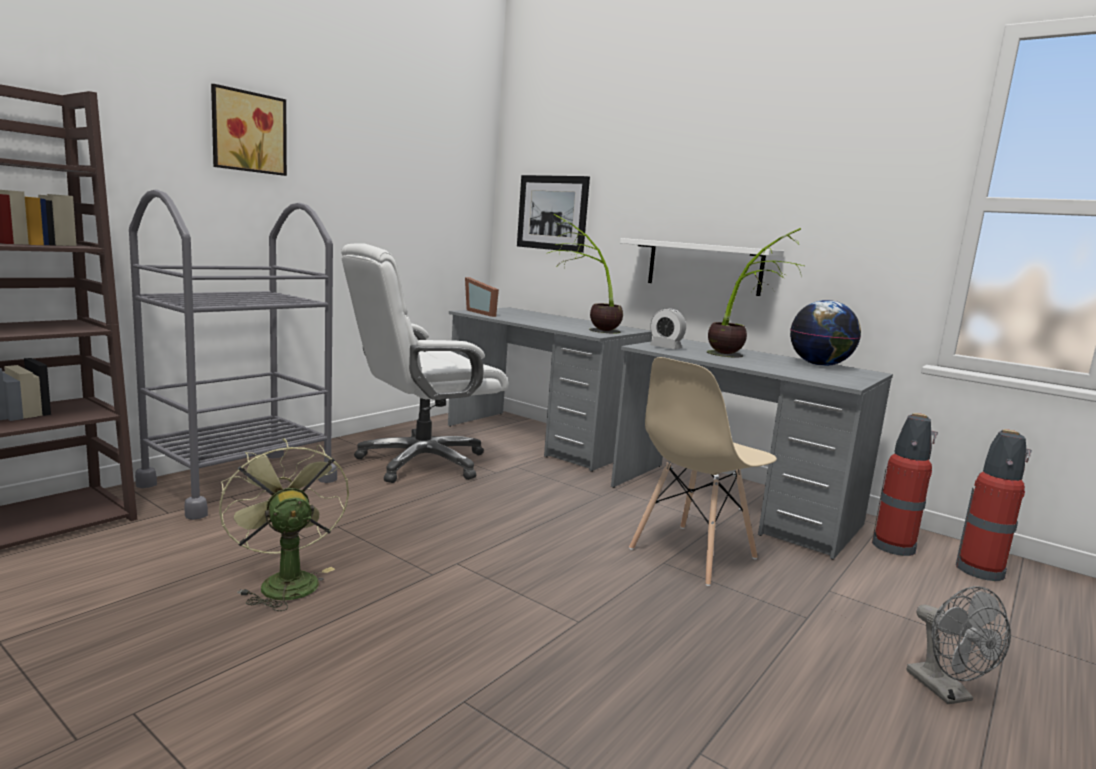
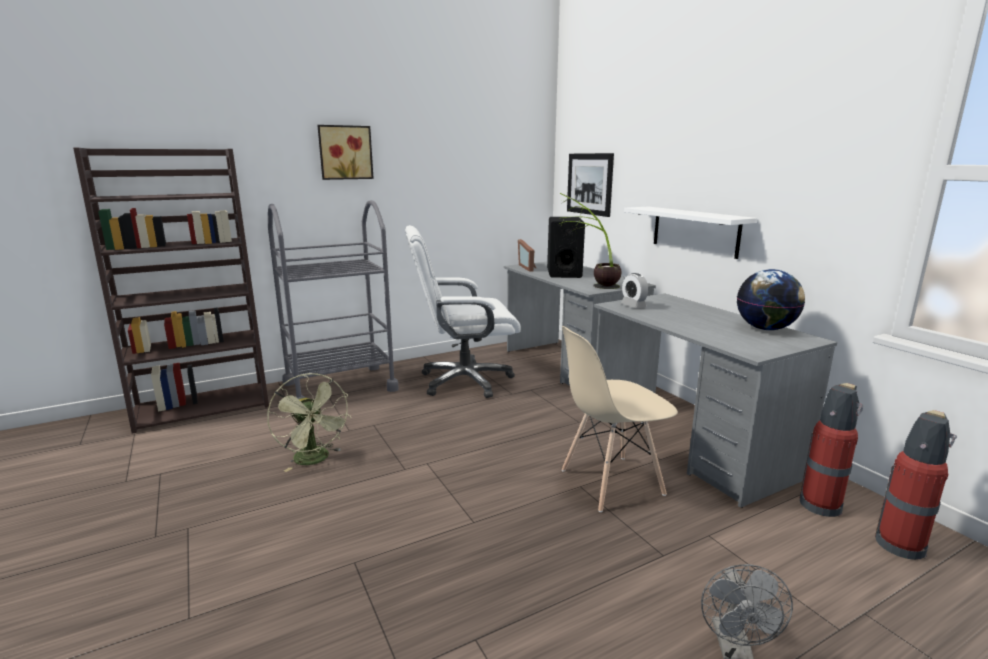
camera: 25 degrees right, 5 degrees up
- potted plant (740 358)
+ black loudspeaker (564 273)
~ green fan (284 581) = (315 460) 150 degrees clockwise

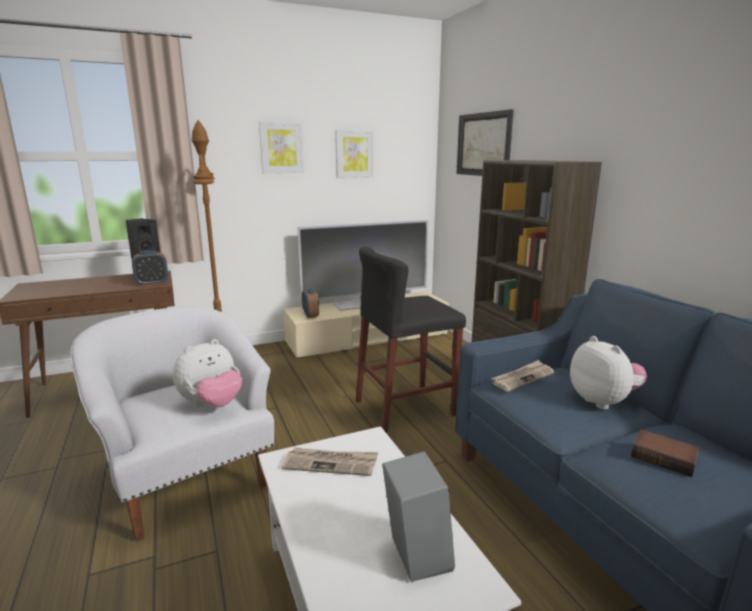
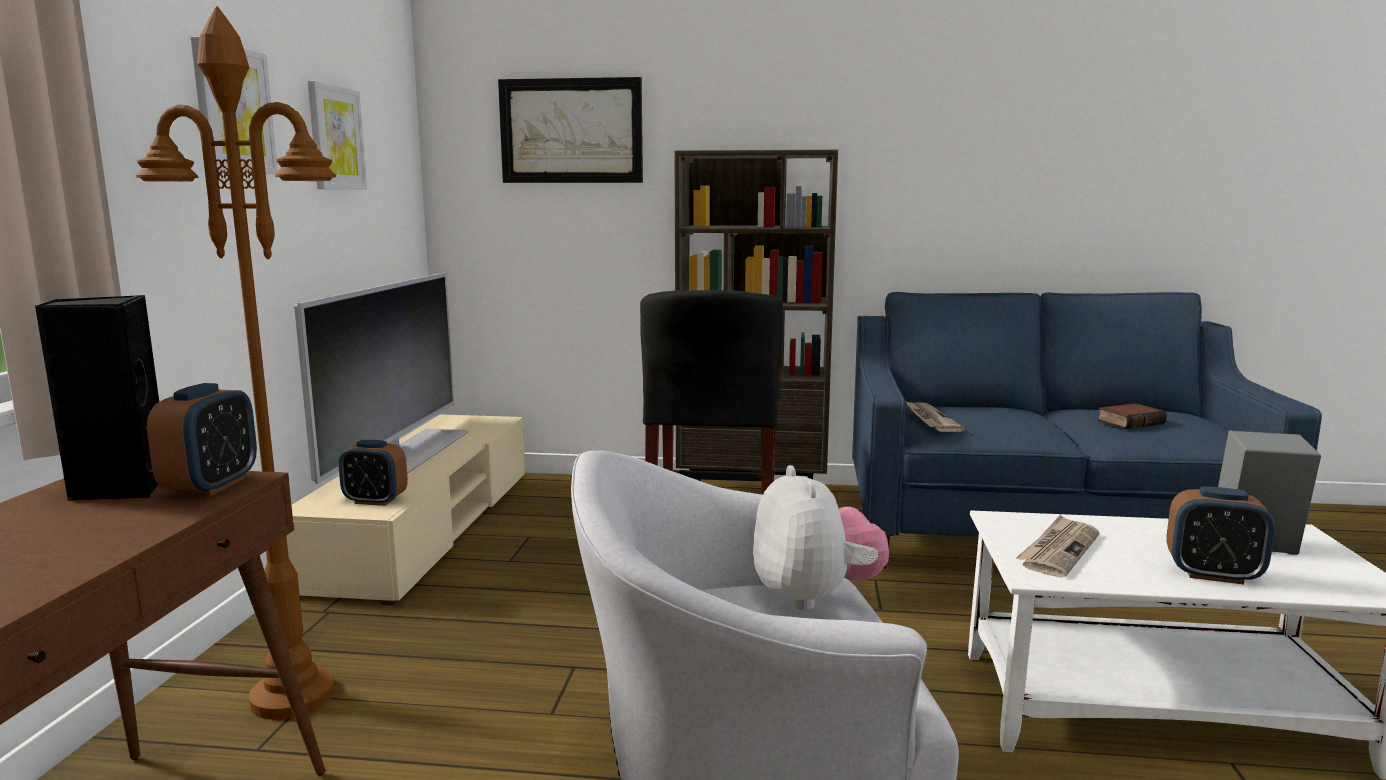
camera: 60 degrees left, 5 degrees down
- plush toy (603 401)
+ alarm clock (1213 574)

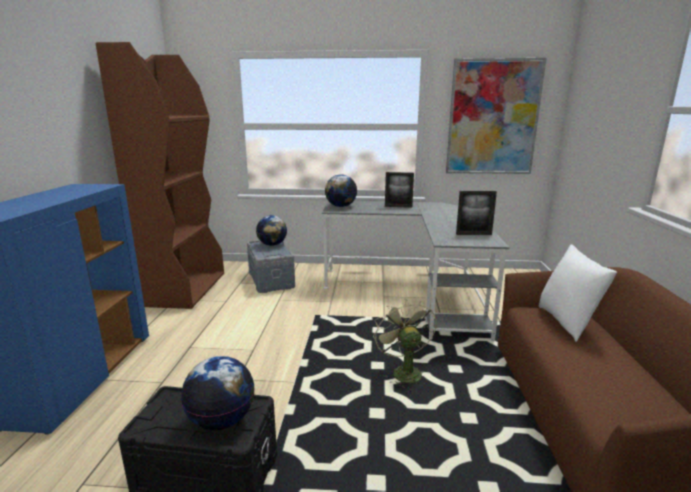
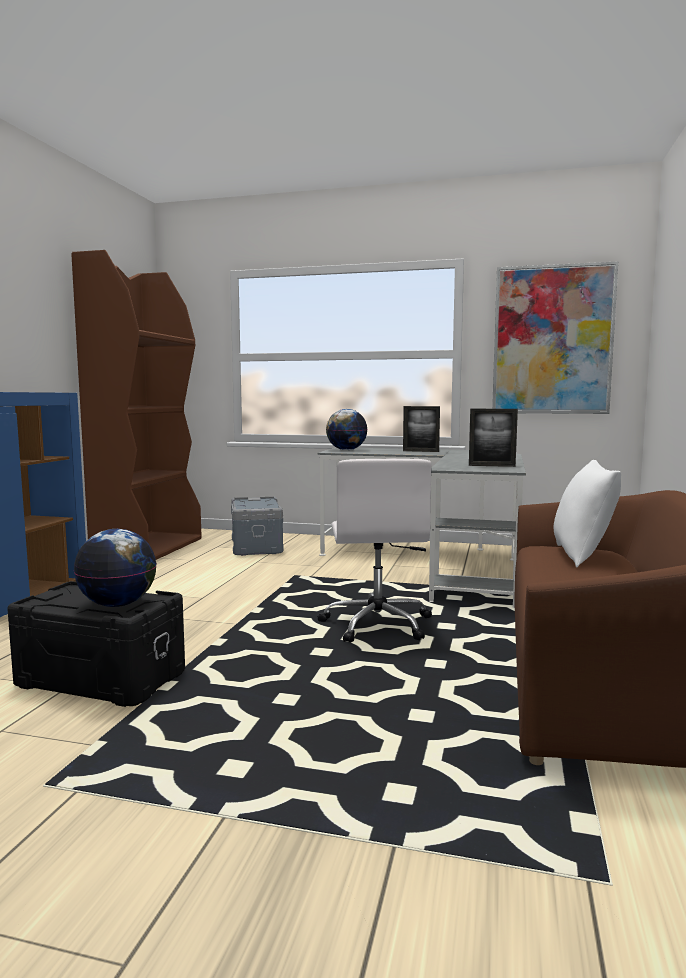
camera: 10 degrees right, 10 degrees down
- desk globe (272 245)
~ green fan (403 371) to white desk chair (377 624)

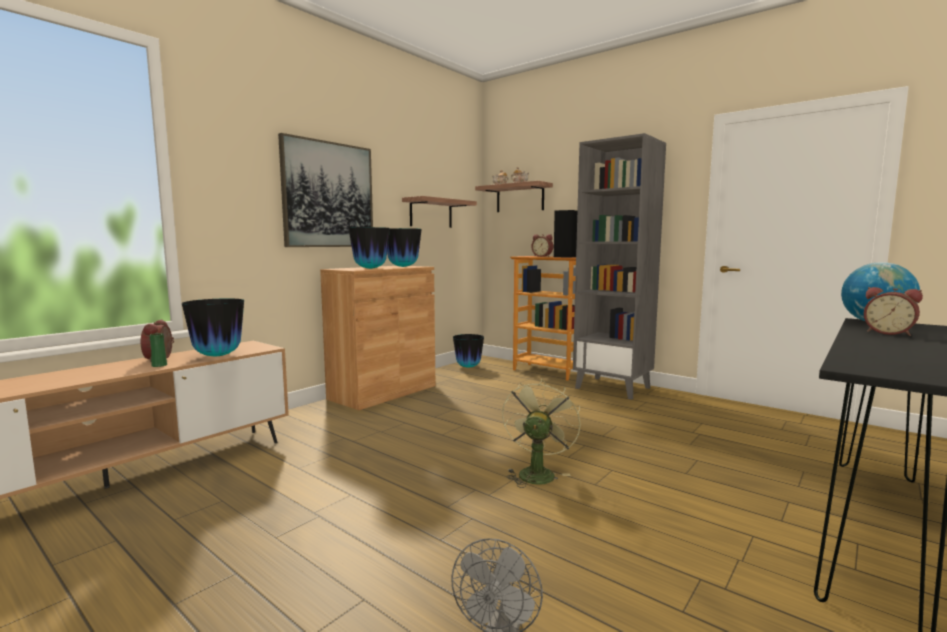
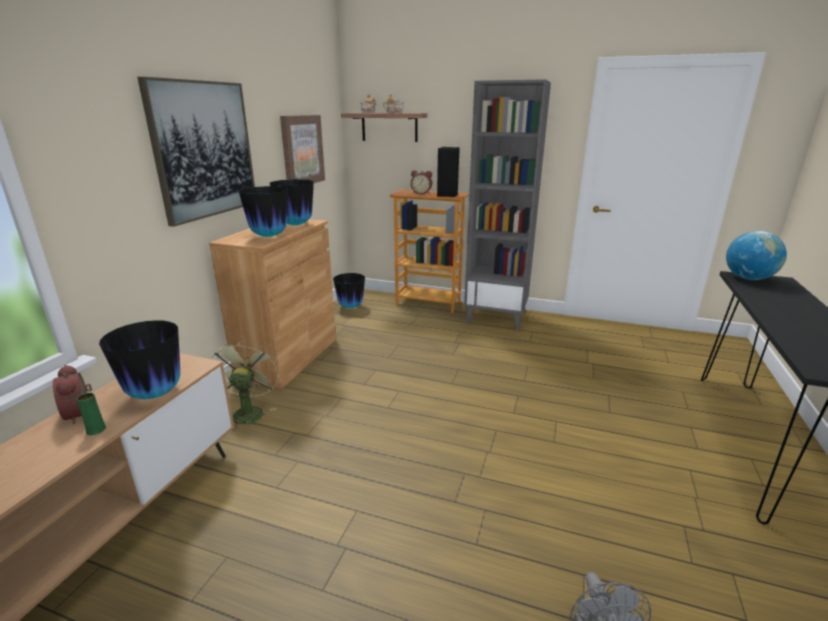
camera: 20 degrees left, 15 degrees up
- alarm clock (889 333)
~ green fan (537 472) to (248 411)
~ bracket shelf (431 213) to picture (302 150)

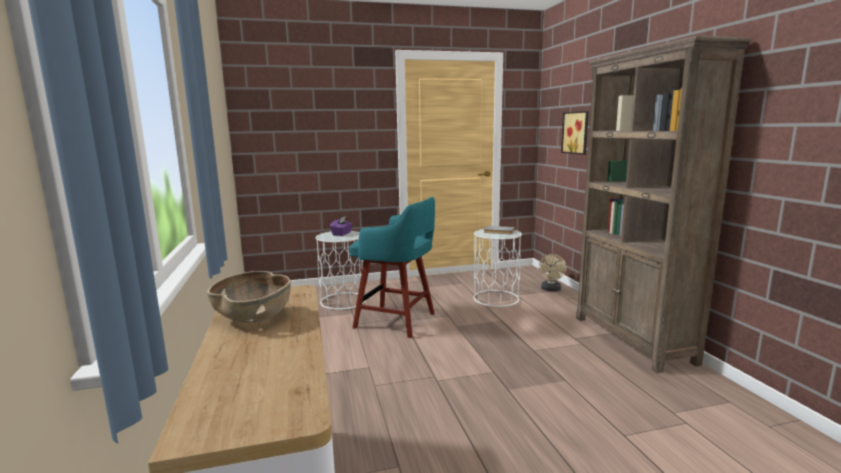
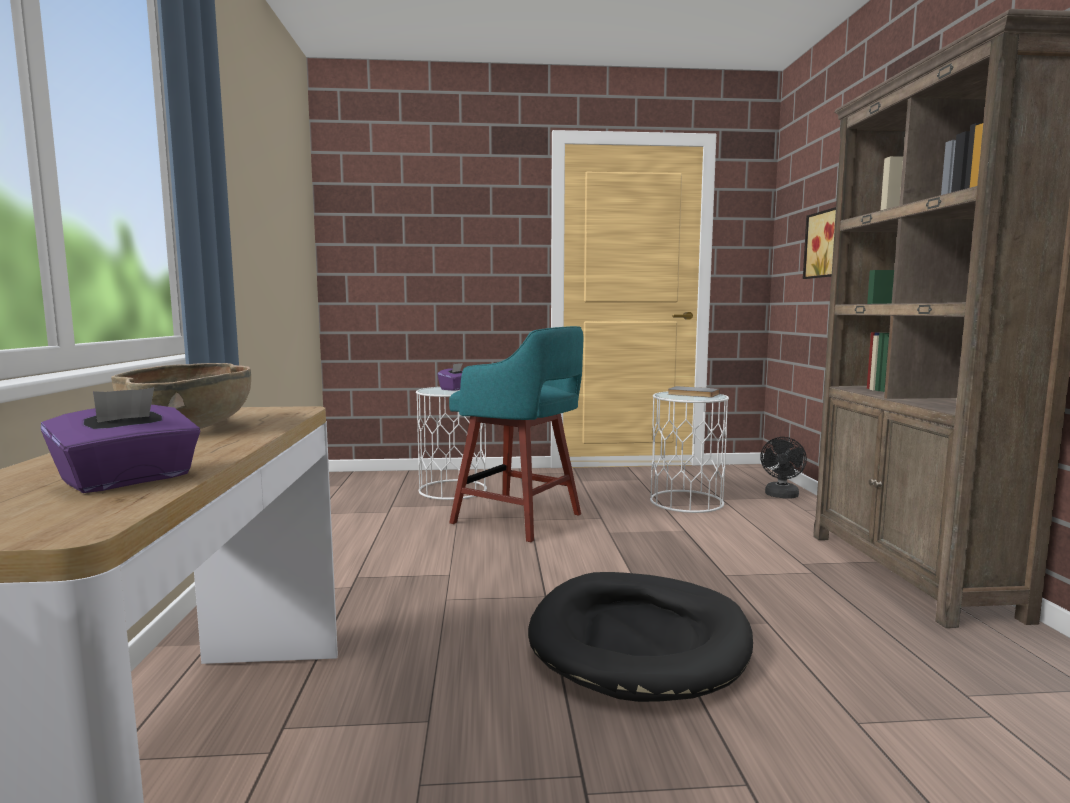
camera: 10 degrees right, 5 degrees down
+ purple tissue box (129 480)
+ black dog bed (640 640)
~ beige fan (551 289) to black fan (781 496)

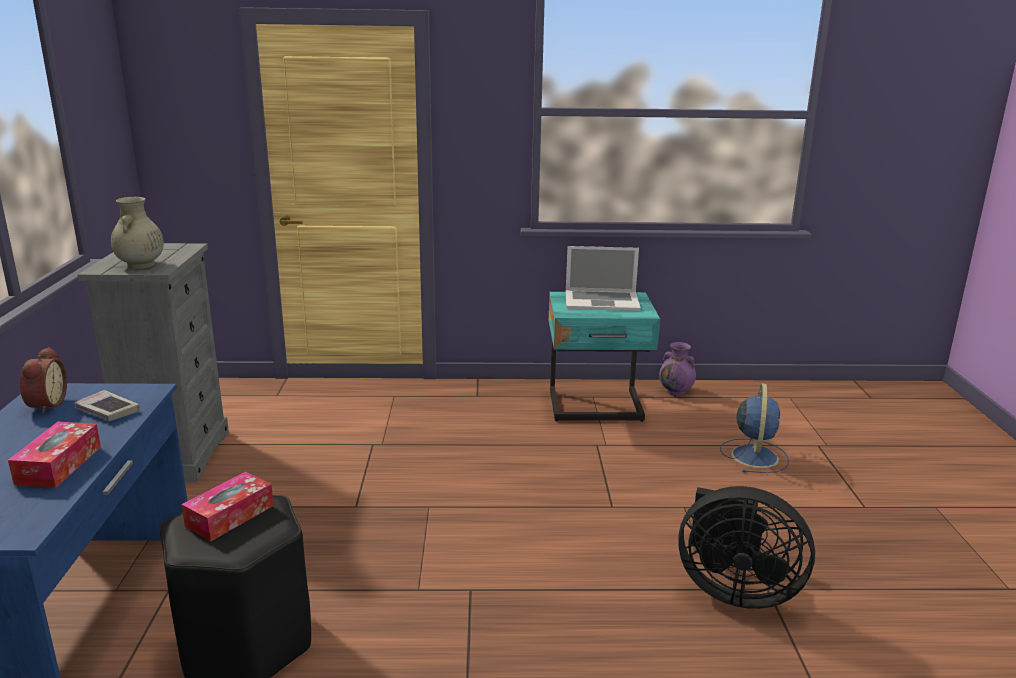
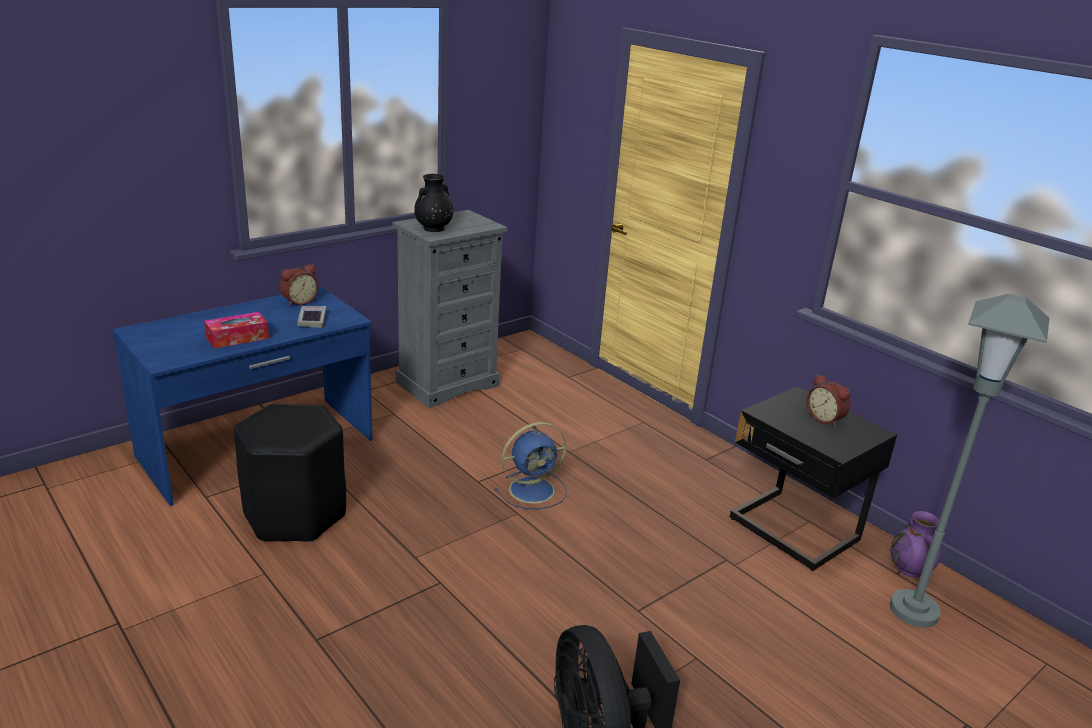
camera: 50 degrees right, 5 degrees up
- tissue box (230 516)
+ grey standing lamp (913 611)
~ blue-coloured fan (754 455) to (533 489)
~ laptop (601 301) to alarm clock (825 418)
~ beige flower vase (141 265) to black flower vase (433 229)
~ turquoise-coloured nightstand (596 407) to black nightstand (792 532)

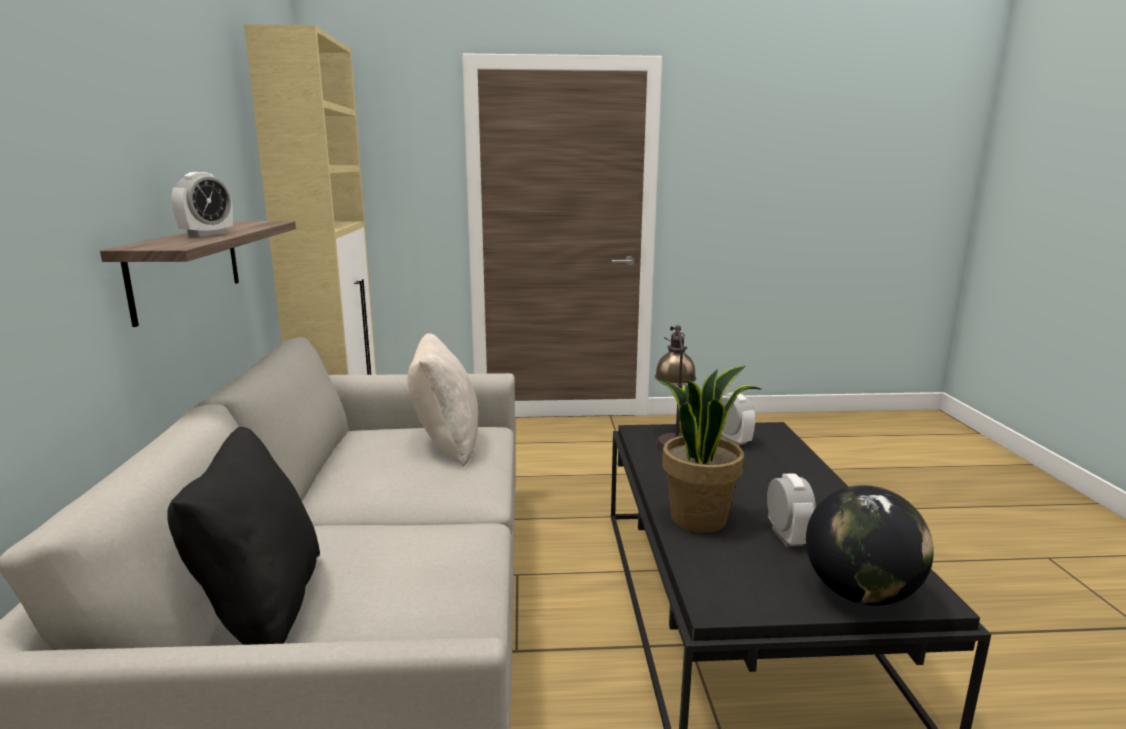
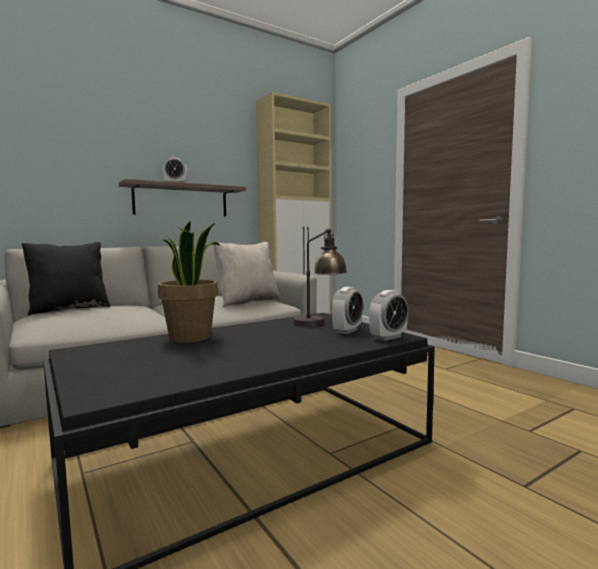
camera: 60 degrees right, 10 degrees down
- desk globe (860 594)
~ alarm clock (786 537) to (388 337)

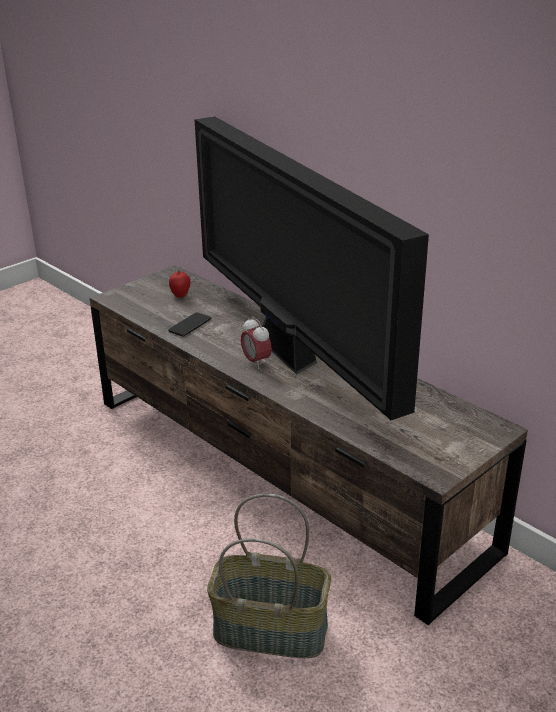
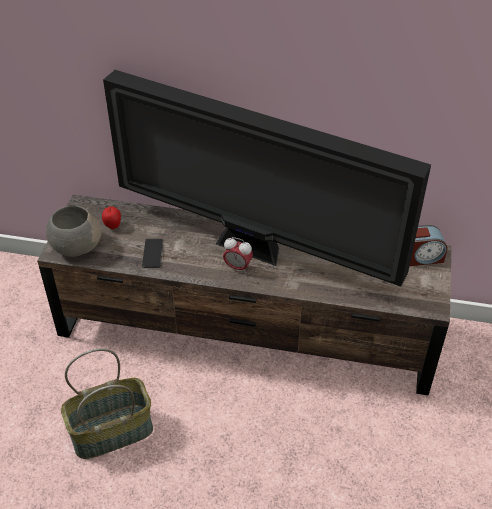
camera: 35 degrees left, 15 degrees up
+ grey serving bowl (76 245)
+ alarm clock (421 257)
~ storage basket (272 629) to (112 430)

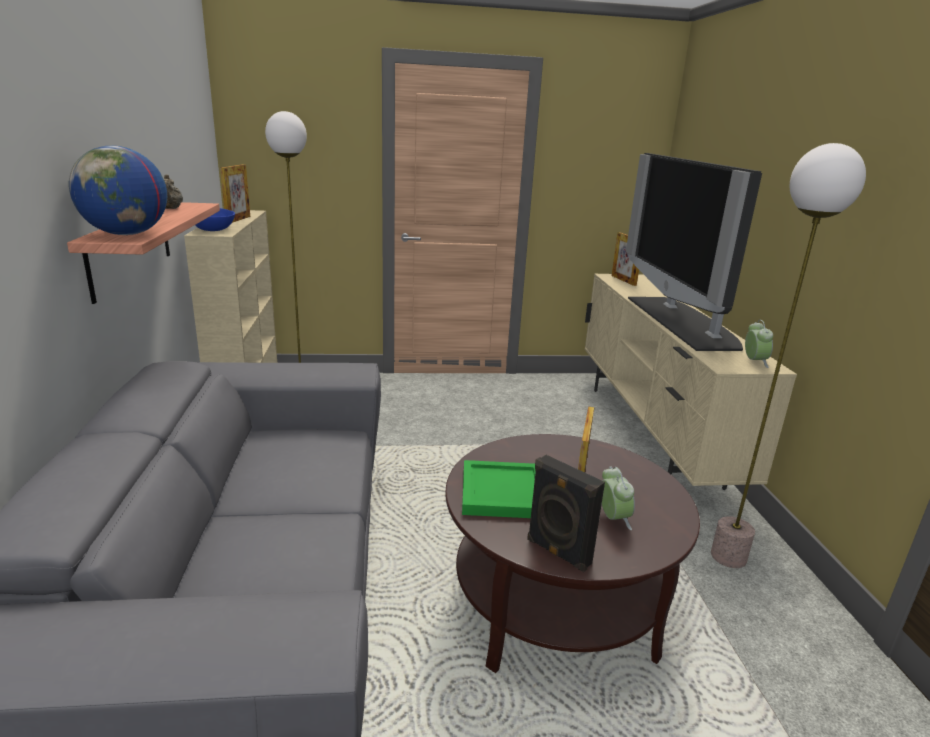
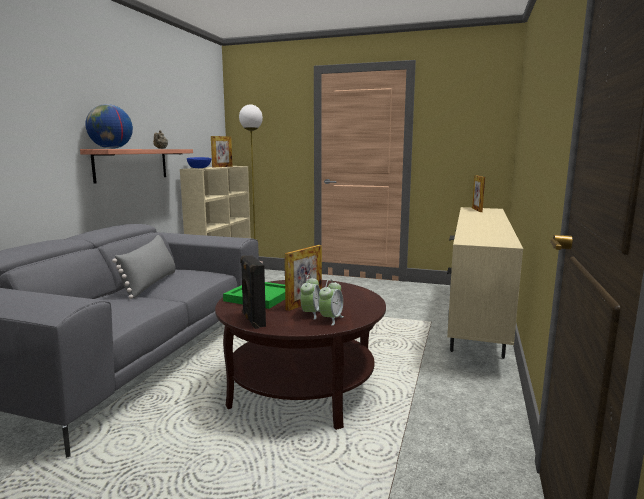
camera: 25 degrees right, 10 degrees down
- television (682 321)
- standing lamp (728 556)
+ grey pillow (150 284)
~ alarm clock (754 362) to (331 319)

